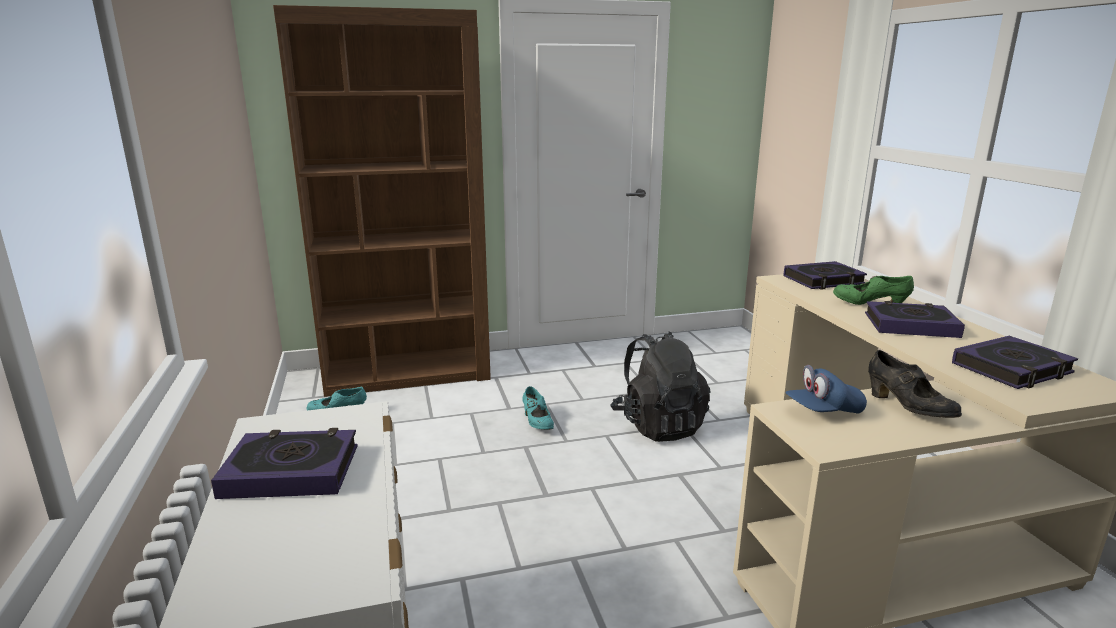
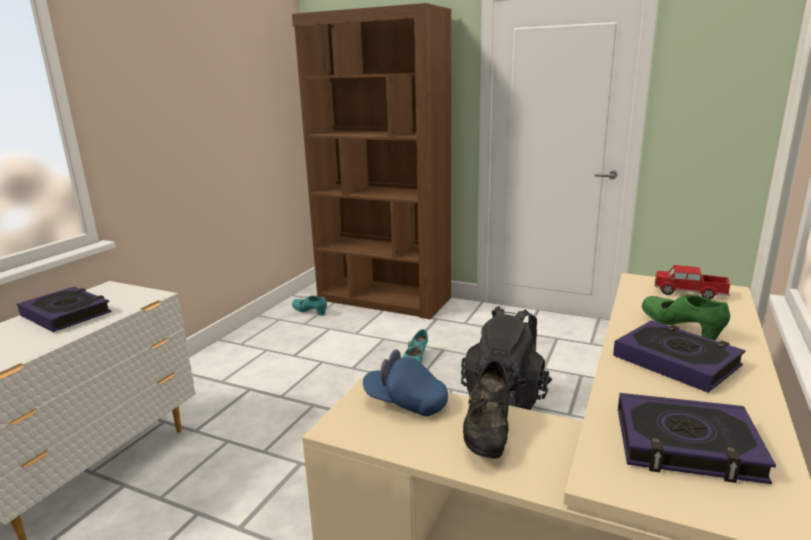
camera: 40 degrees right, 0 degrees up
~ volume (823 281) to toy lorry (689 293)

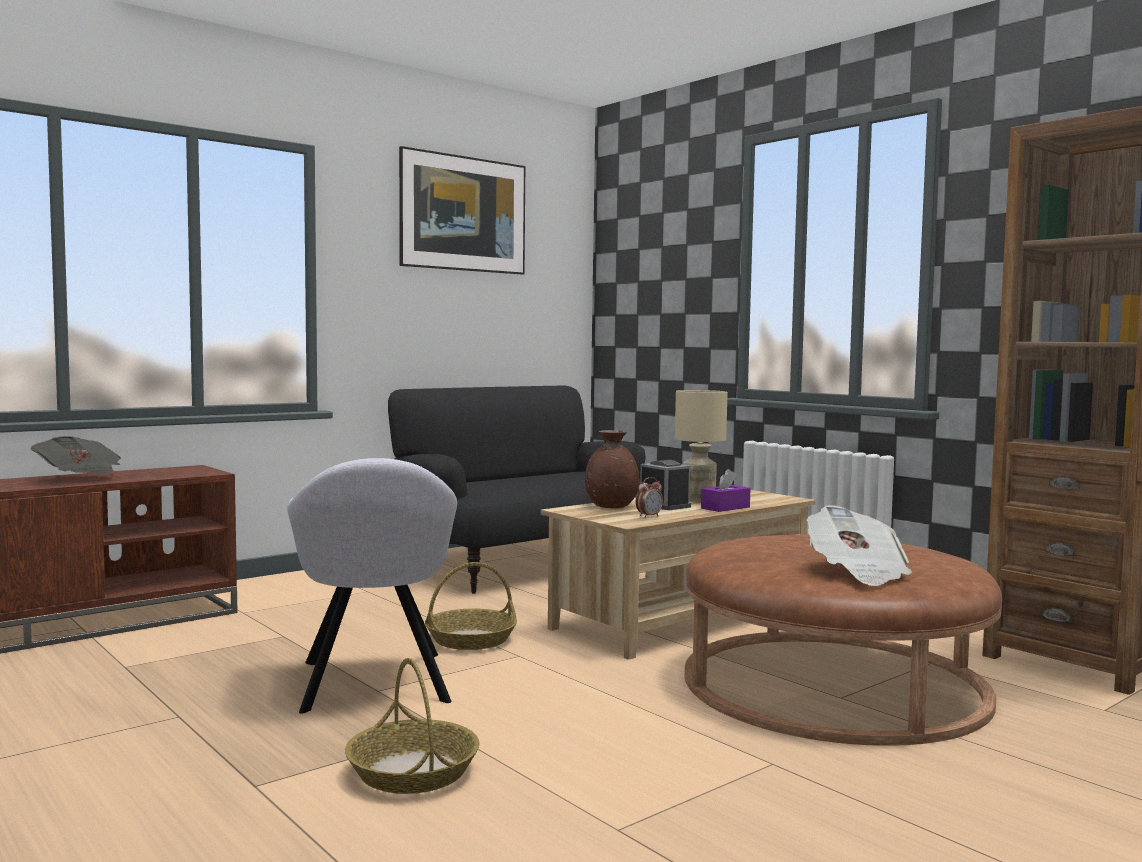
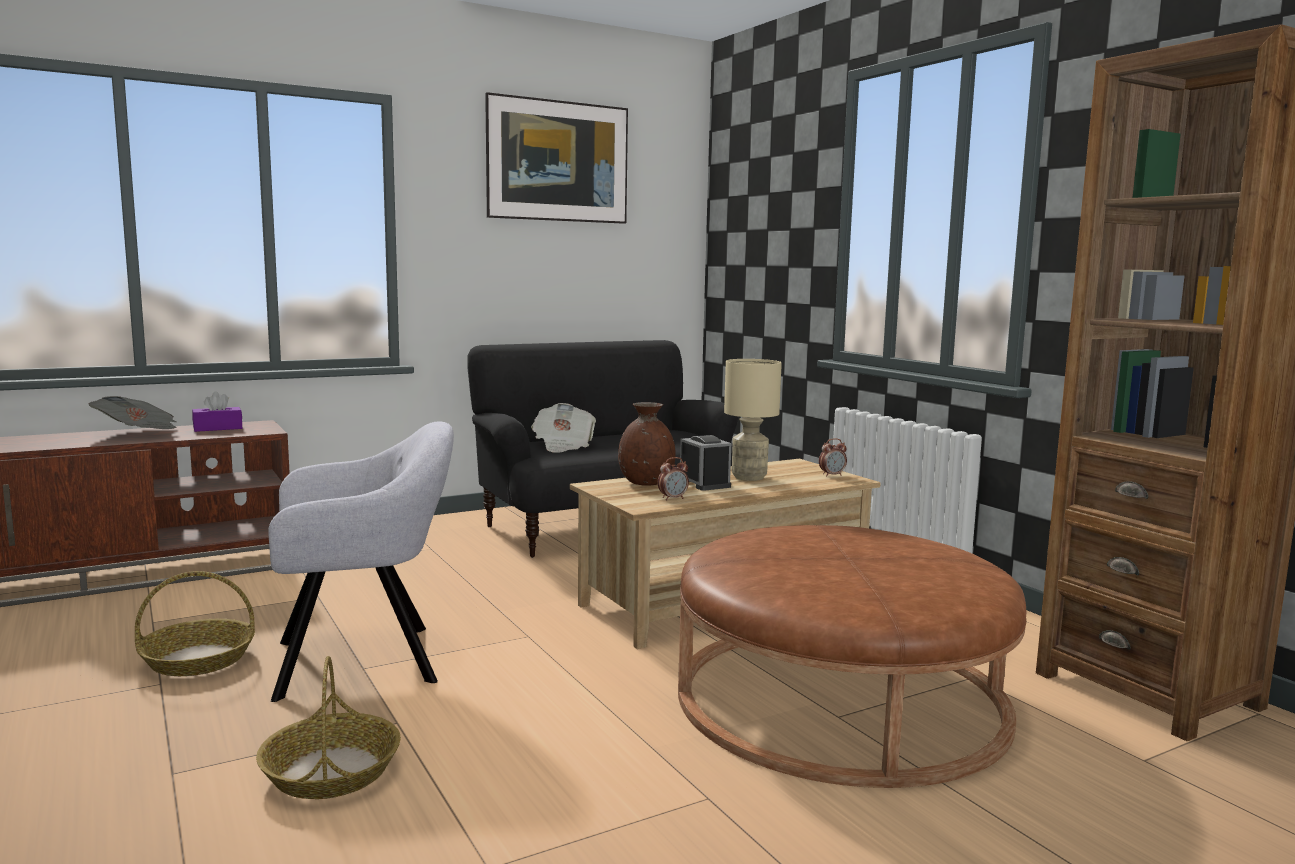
camera: 10 degrees right, 5 degrees up
+ alarm clock (832 475)
~ storage basket (470 640) to (197 660)
~ purple tissue box (725 508) to (217 428)
~ newspaper (857 573) to (563 446)
~ grey lounge chair (374 684) = (365 660) 105 degrees counterclockwise

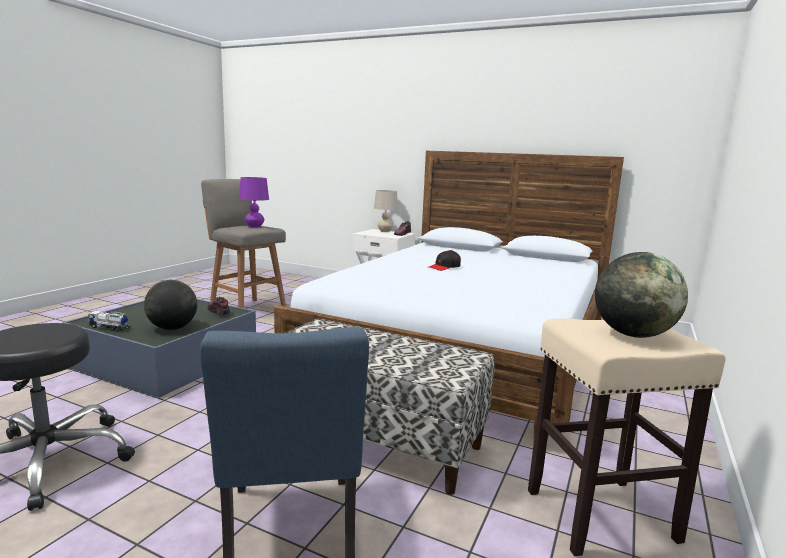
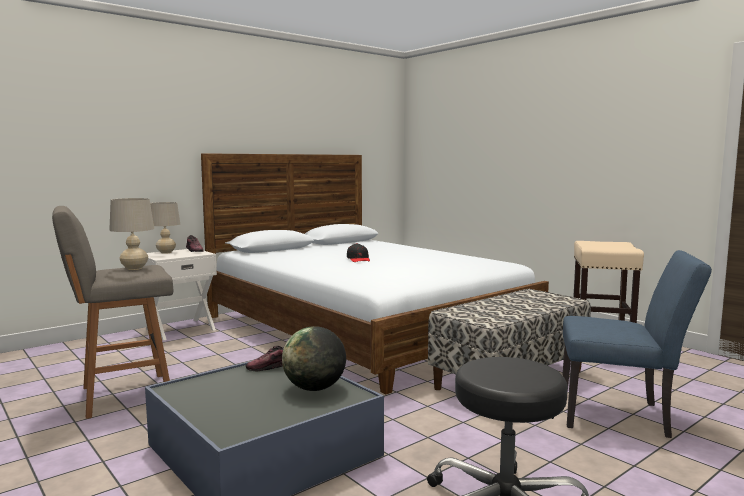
camera: 65 degrees left, 5 degrees down
- toy lorry (109 328)
- desk globe (632 334)
~ purple tabletop lamp (254 226) to beige tabletop lamp (134 268)

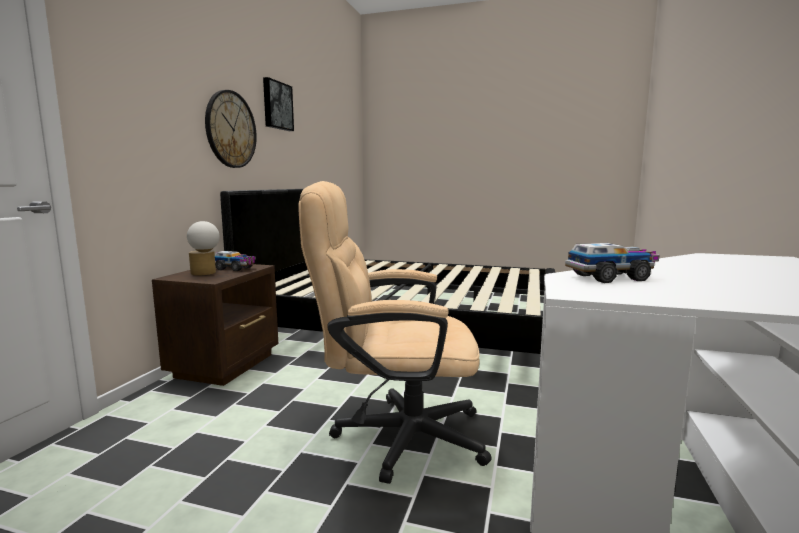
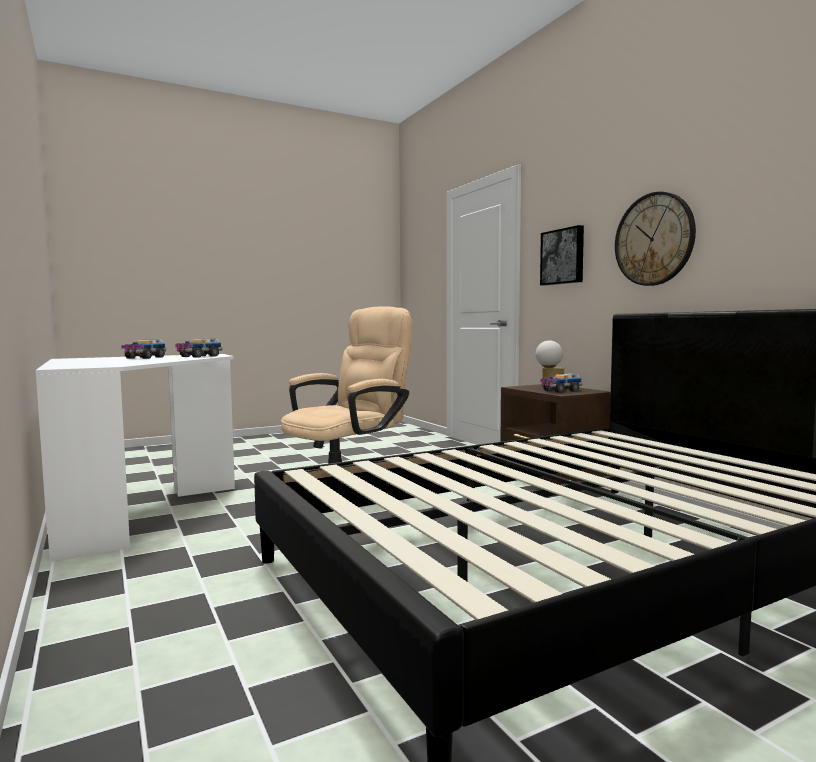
camera: 135 degrees right, 5 degrees down
+ toy lorry (144 358)
~ picture (277 105) to (563 256)

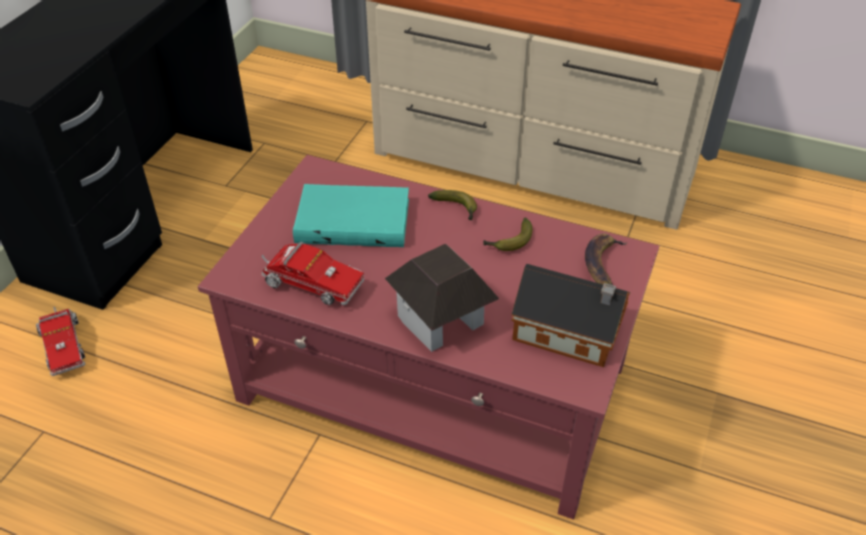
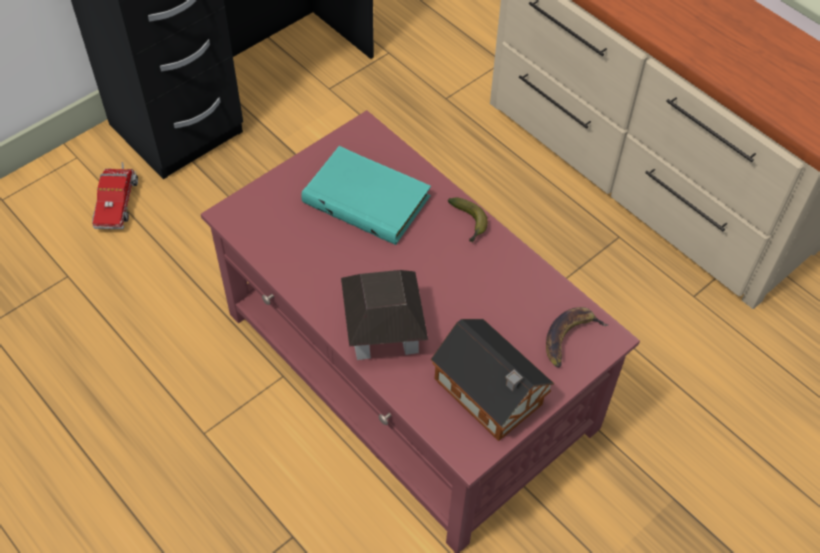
camera: 25 degrees right, 10 degrees up
- toy lorry (309 284)
- banana fruit (509 242)

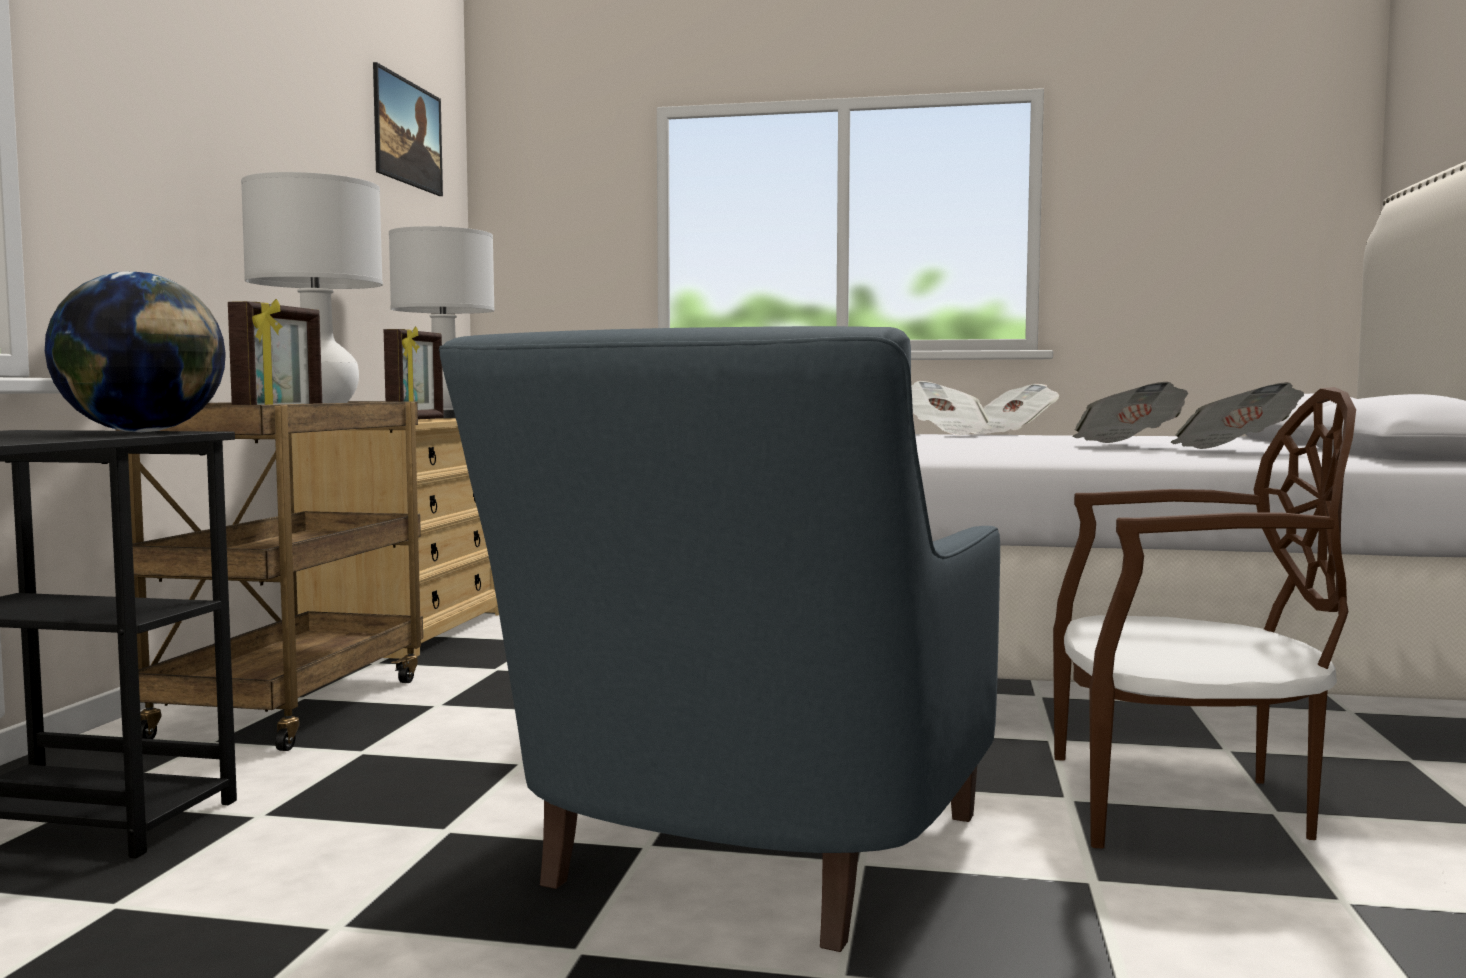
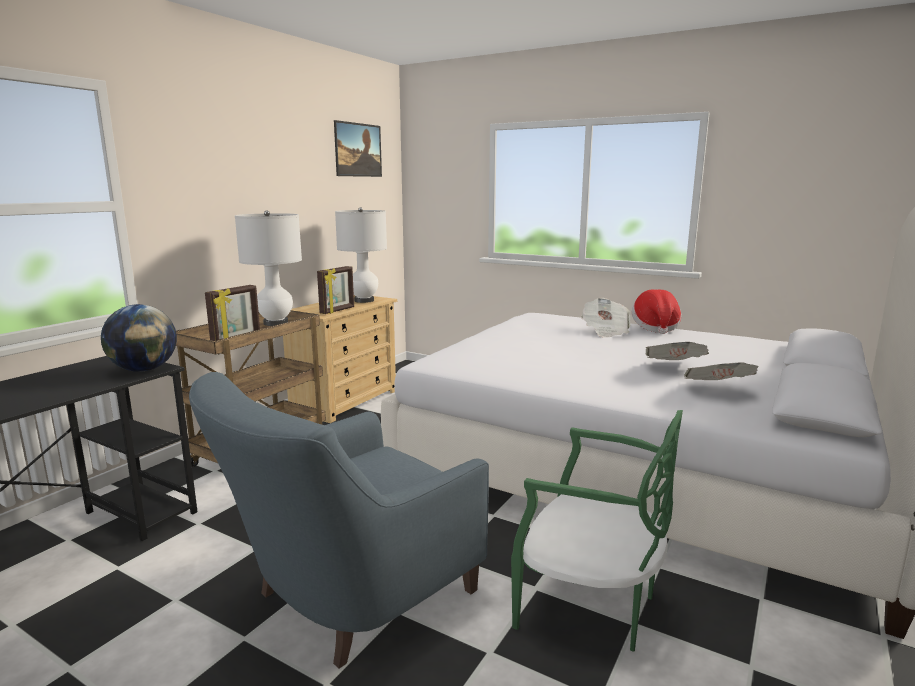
camera: 20 degrees right, 10 degrees up
~ newspaper (1010 433) to wearable hat (655 328)
~ brown-coloured chair (1183 804) to green chair (590 606)

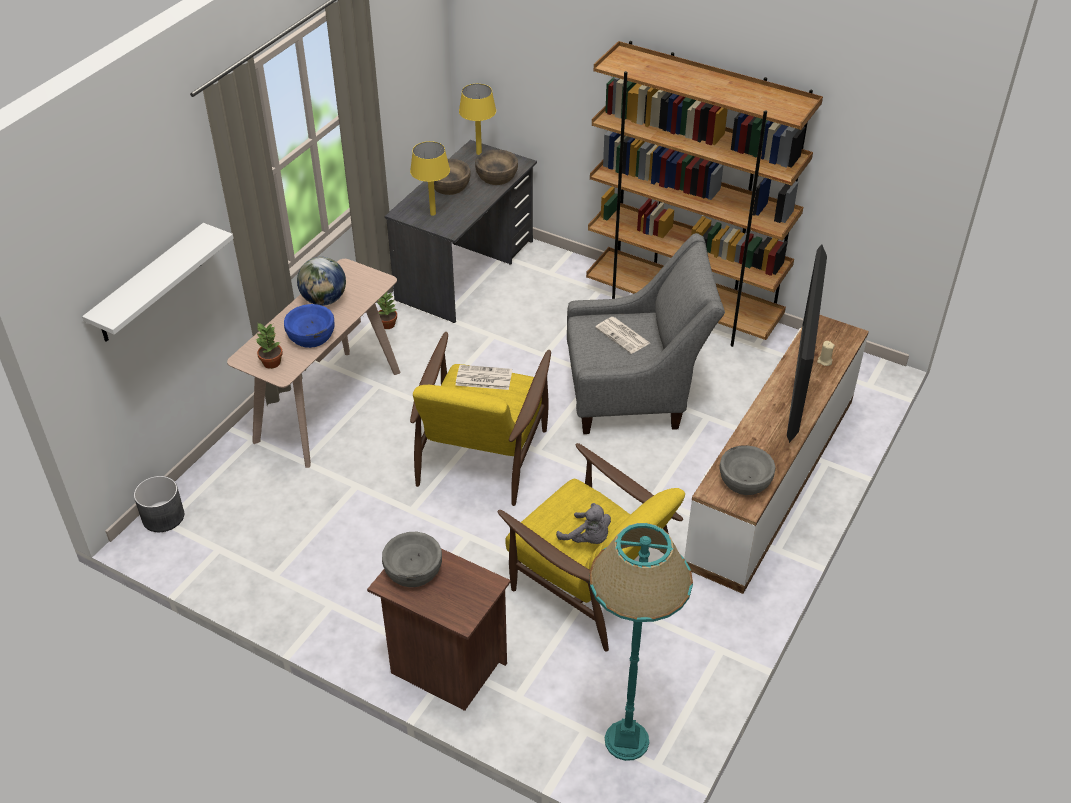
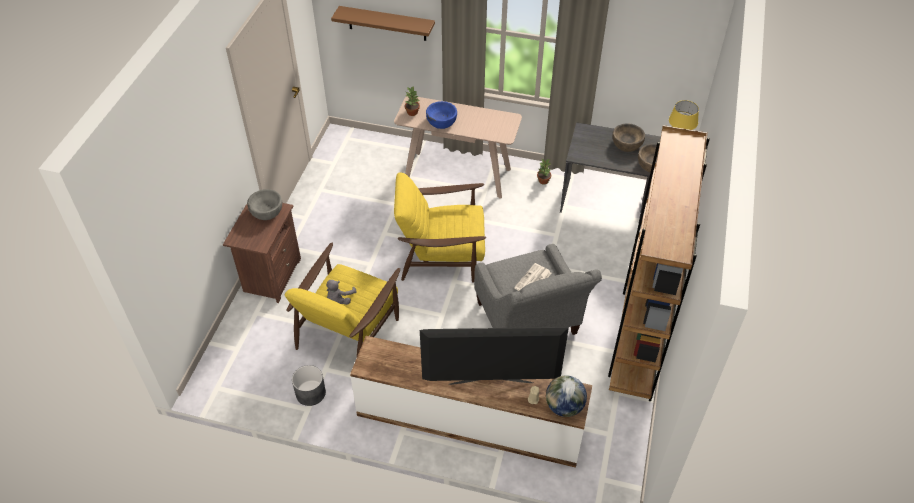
camera: 75 degrees right, 5 degrees up
- yellow-coloured tabletop lamp (433 213)
- newspaper (483 378)
- turquoise-coloured standing lamp (626 741)
- grey serving bowl (744 480)
~ grey planter (163 517) to (310 393)
~ desk globe (324 300) to (564 407)
~ white bracket shelf (149 284) to brown-coloured bracket shelf (387 23)

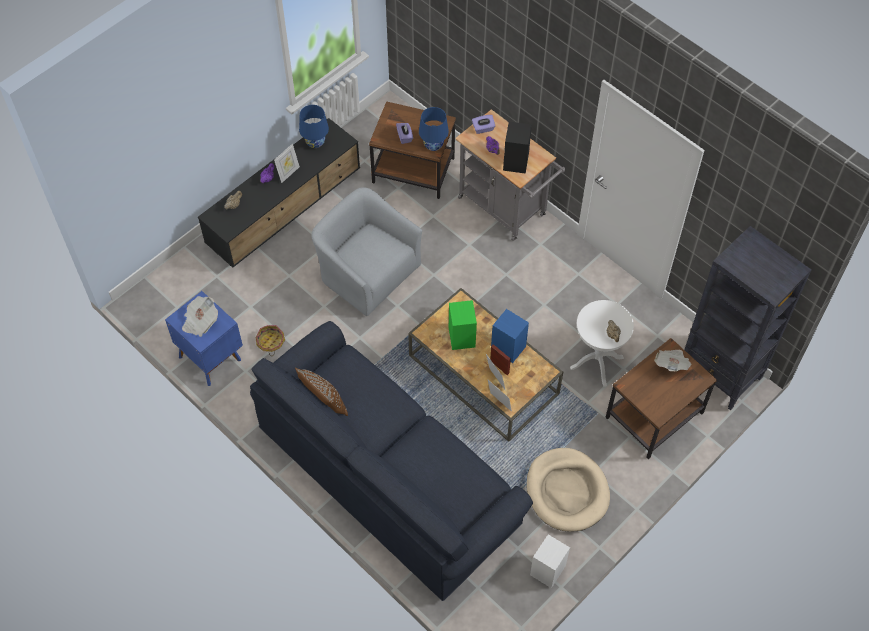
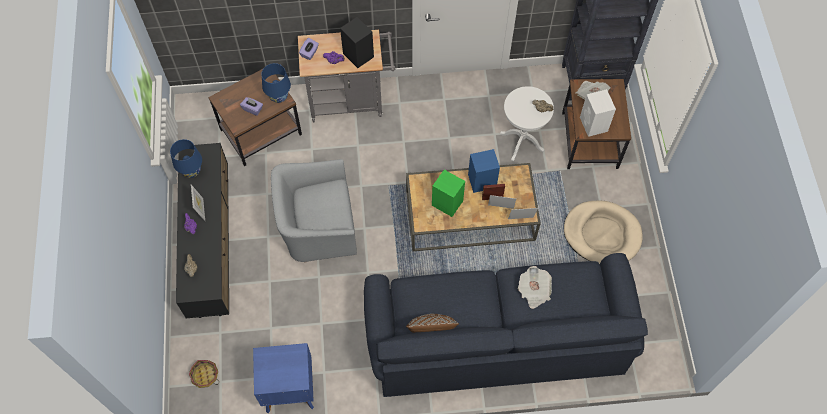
camera: 50 degrees left, 5 degrees up
~ newspaper (200 322) to (534 291)
~ storage basket (270 342) to (205 375)
~ white loudspeaker (547 571) to (594 125)

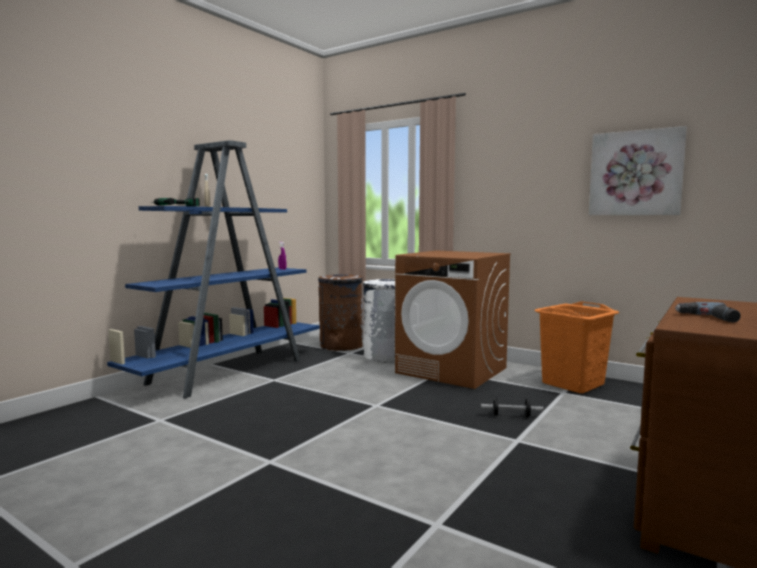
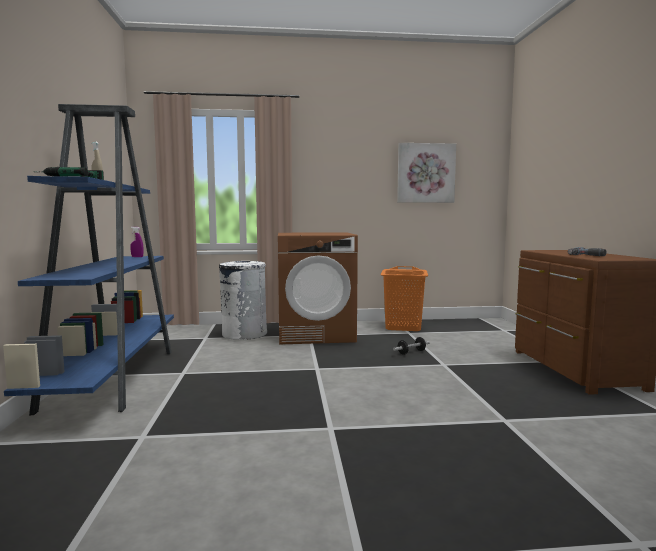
camera: 40 degrees left, 0 degrees up
- brown-coloured trash can (341 345)

